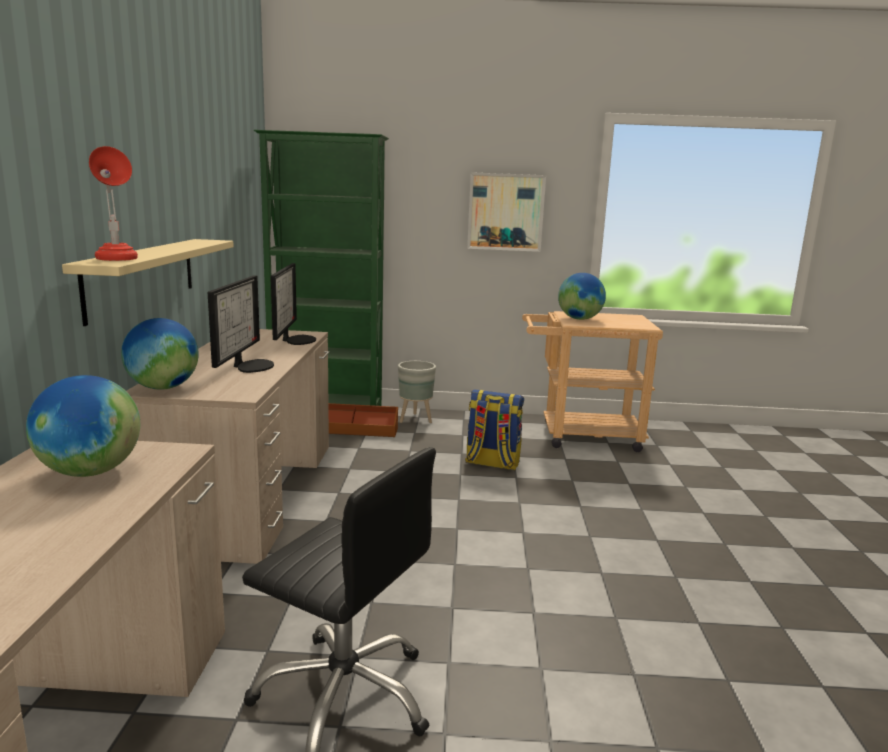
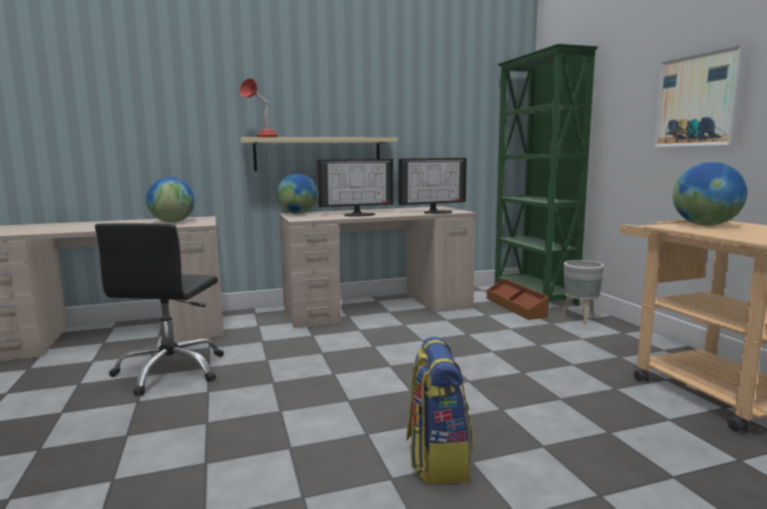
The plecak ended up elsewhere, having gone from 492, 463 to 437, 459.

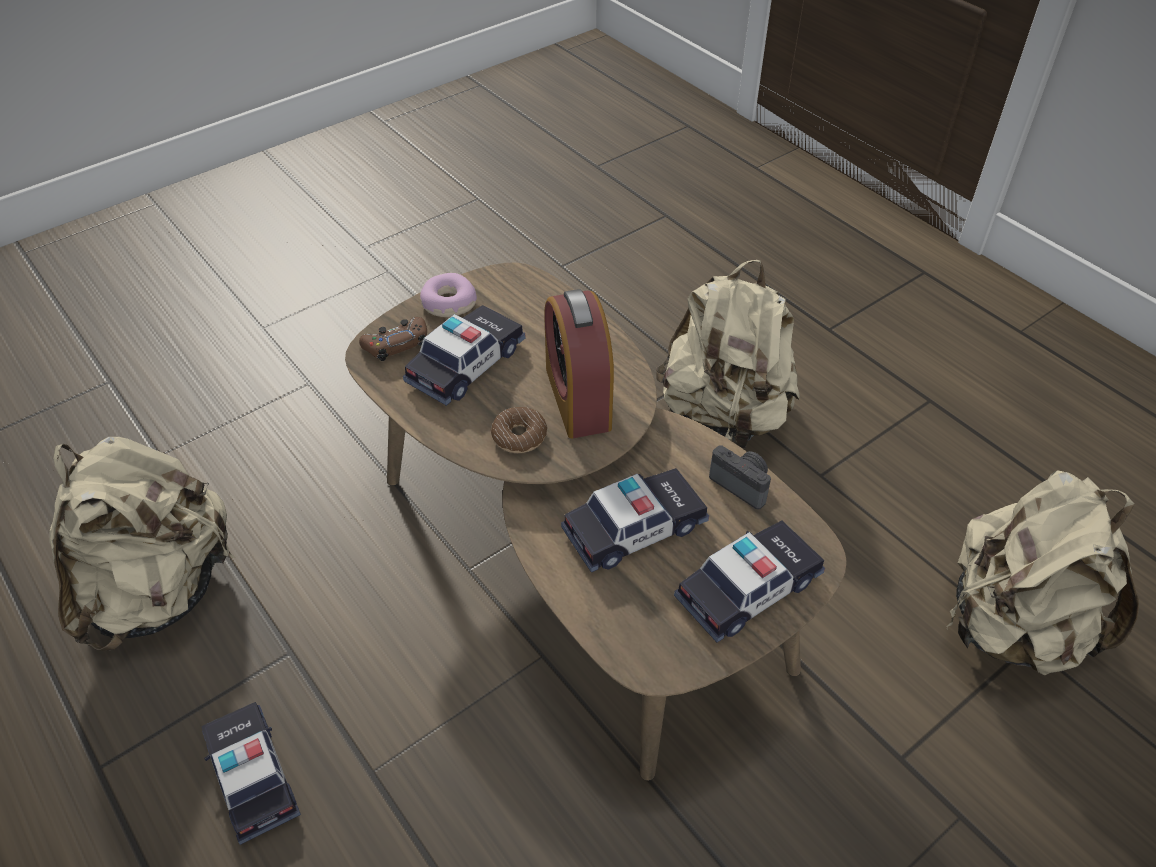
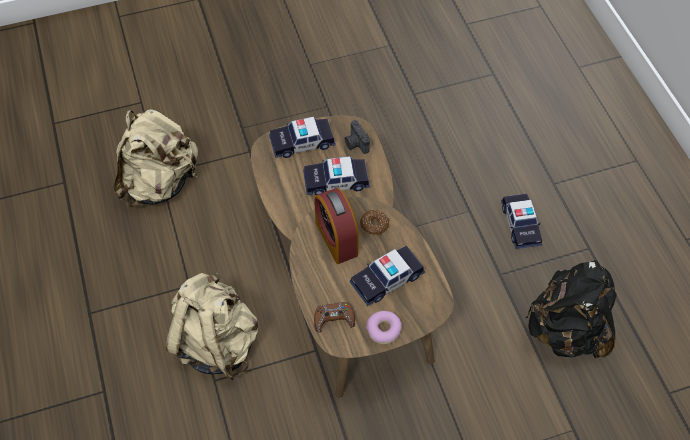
What was the plecak/beżowy at 160, 590 turned into the plecak/czarny at 566, 330.
The pad do gier/brązowy ended up elsewhere, having gone from 396, 344 to 333, 319.
The budzik at 578, 398 ended up facing another way, 150 degrees clockwise from before.
The aparat fotograficzny ended up elsewhere, having gone from 742, 484 to 355, 144.

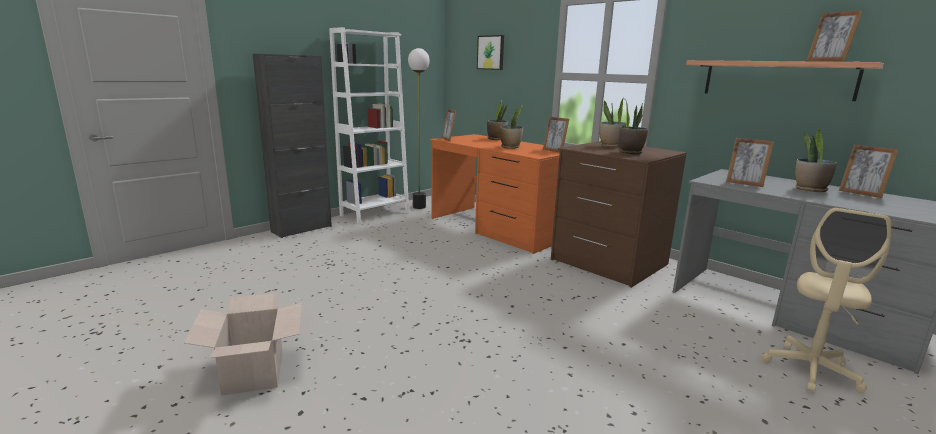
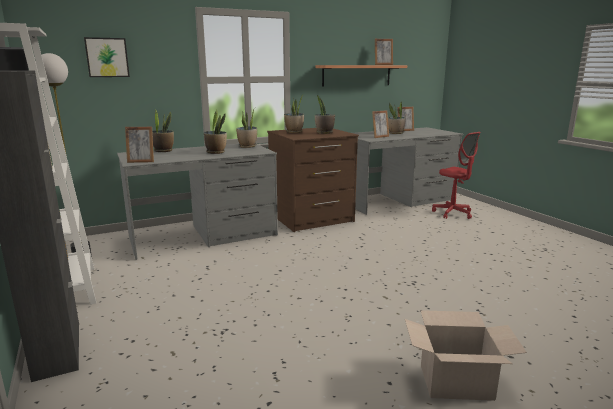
What was the biurko/pomarańczowy at 498, 227 turned into the biurko/szary at 203, 235.
Where the ramka na zdjęcie stood at 554, 151, the roślina doniczkowa came to stand at 247, 146.
What was the krzesło biurowe/beżowy at 811, 371 turned into the krzesło biurowe/czerwony at 453, 213.

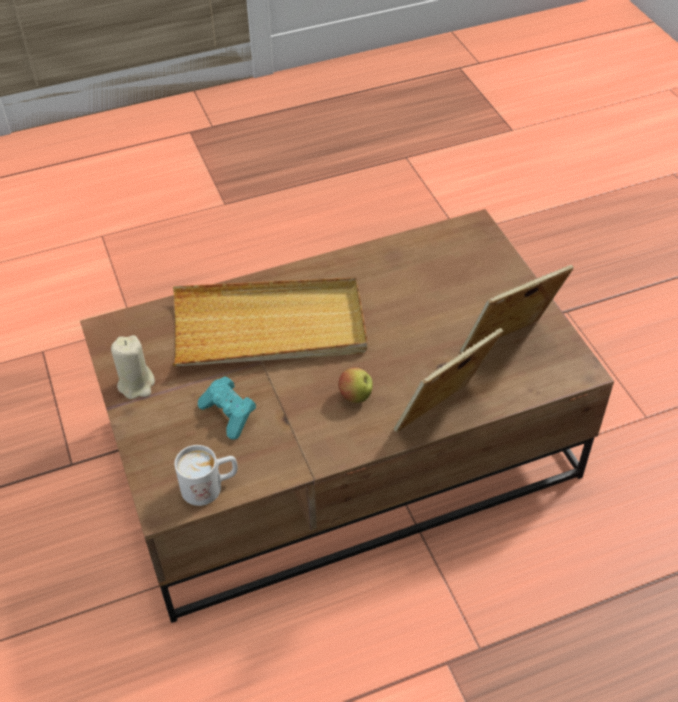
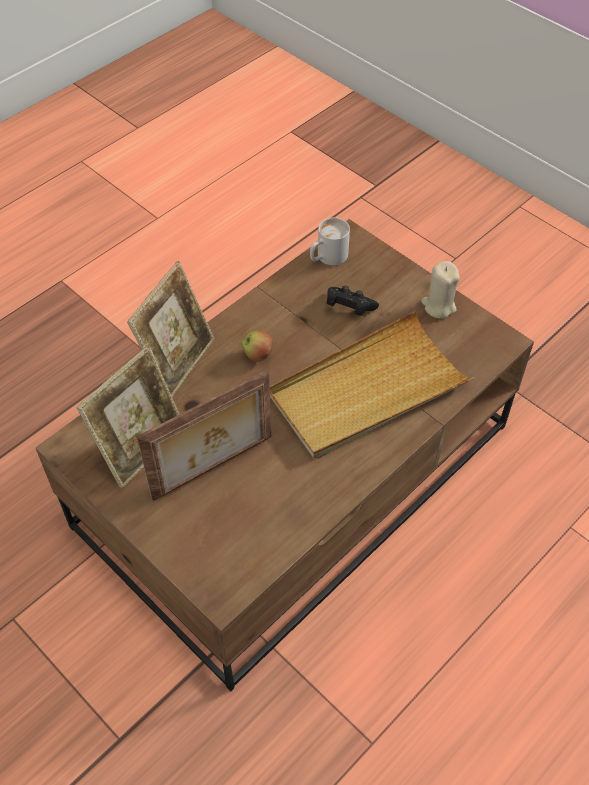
What was the pad do gier/turkusowy at 229, 415 turned into the pad do gier/czarny at 349, 308.
The second view gained the ramka na zdjęcie at 214, 469.

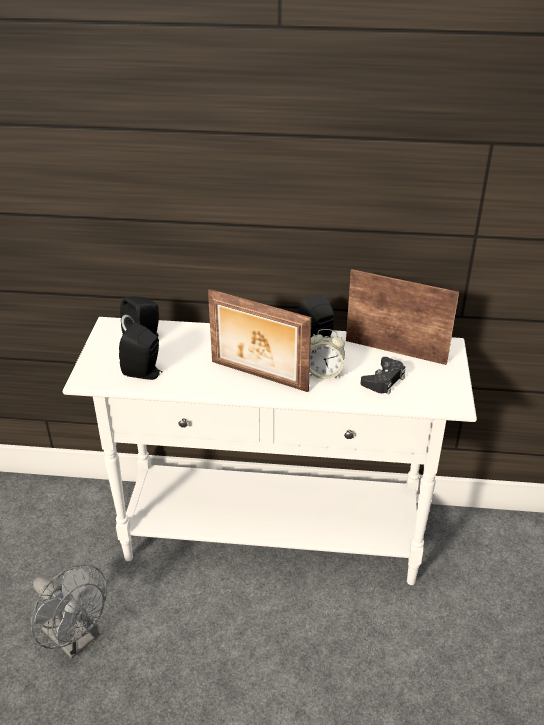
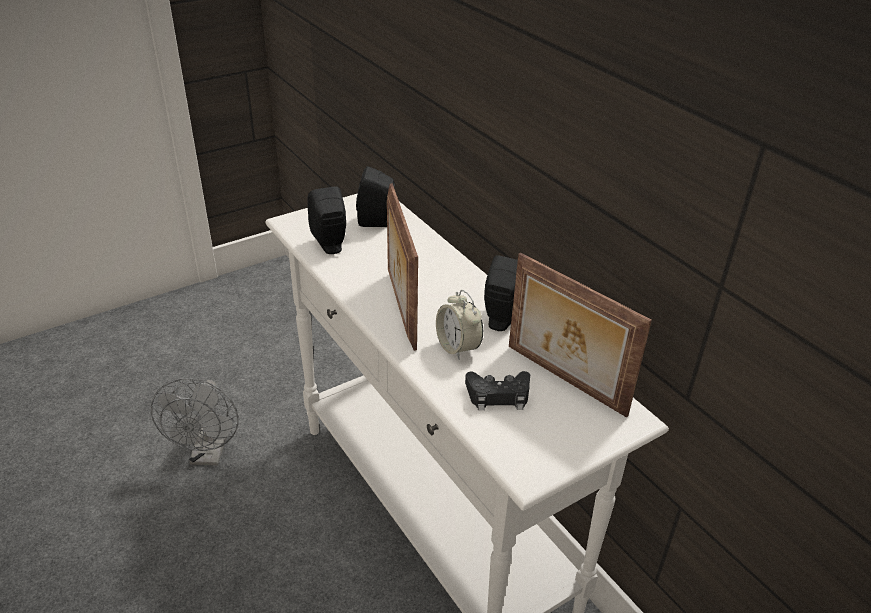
The ramka na zdjęcie at 396, 351 ended up facing another way, 150 degrees clockwise from before.

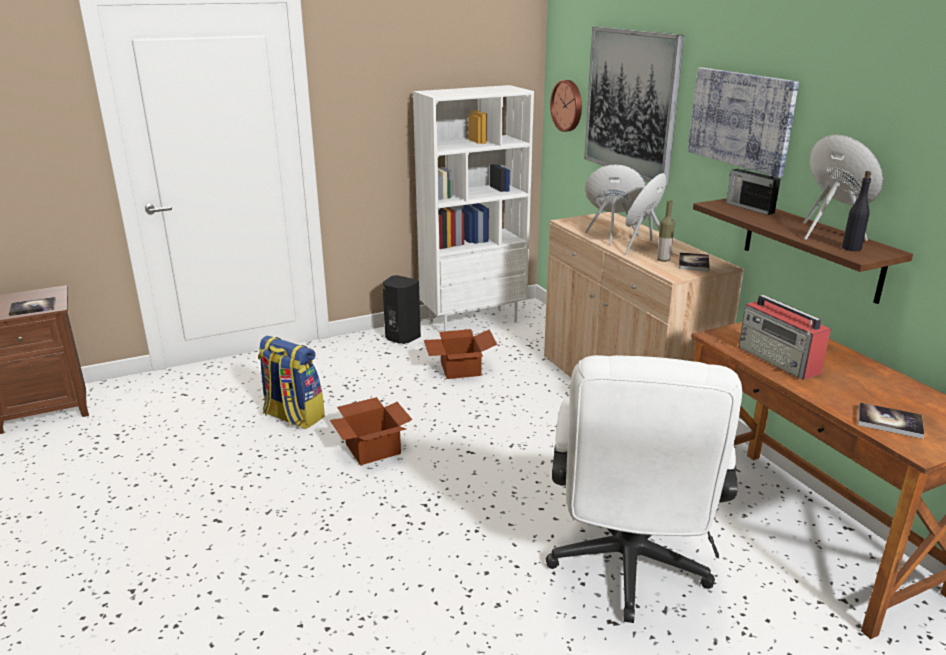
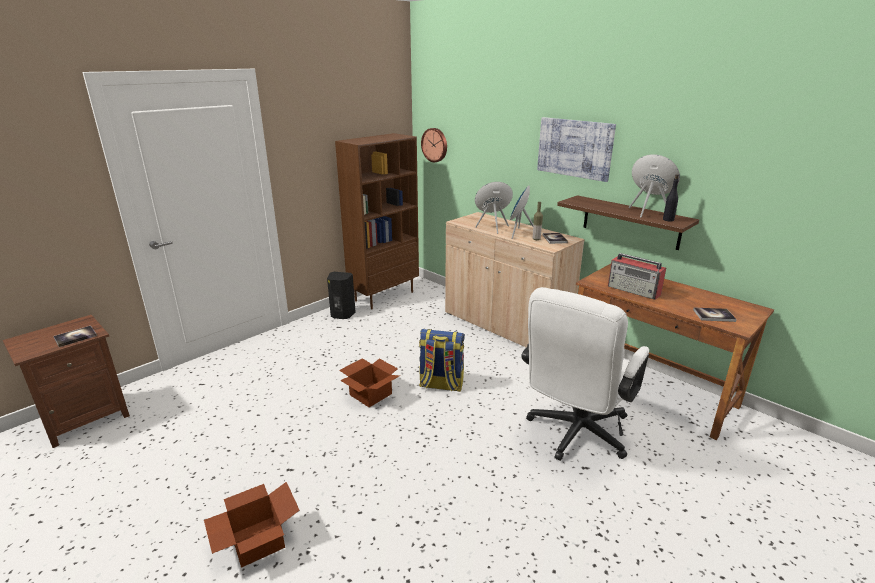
The plecak ended up elsewhere, having gone from 293, 416 to 441, 385.
What was the regał/biały at 473, 321 turned into the regał/brązowy at 384, 296.
The karton ended up elsewhere, having gone from 459, 369 to 256, 541.
The krzesło biurowe/biały at 627, 571 ended up facing another way, 45 degrees clockwise from before.
The second view lost the obraz at 631, 103.
The second view lost the radio at 749, 207.

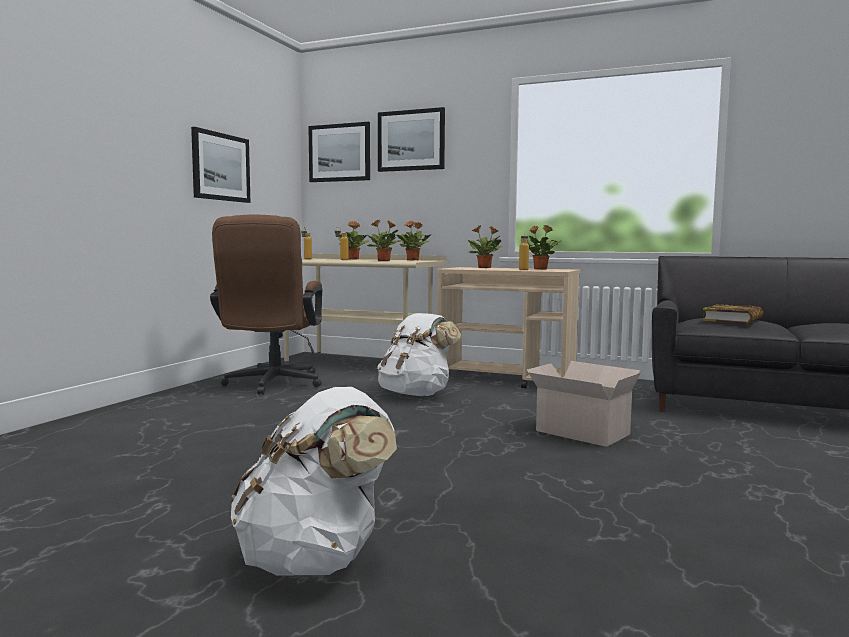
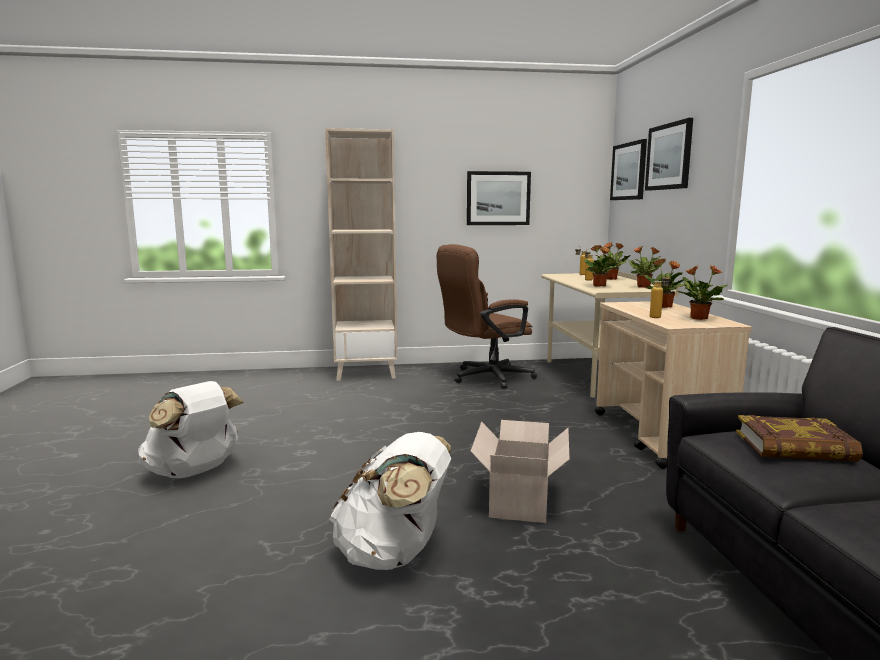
The plecak/biały ended up elsewhere, having gone from 416, 394 to 394, 554.
The second view gained the regał/beżowy at 366, 372.

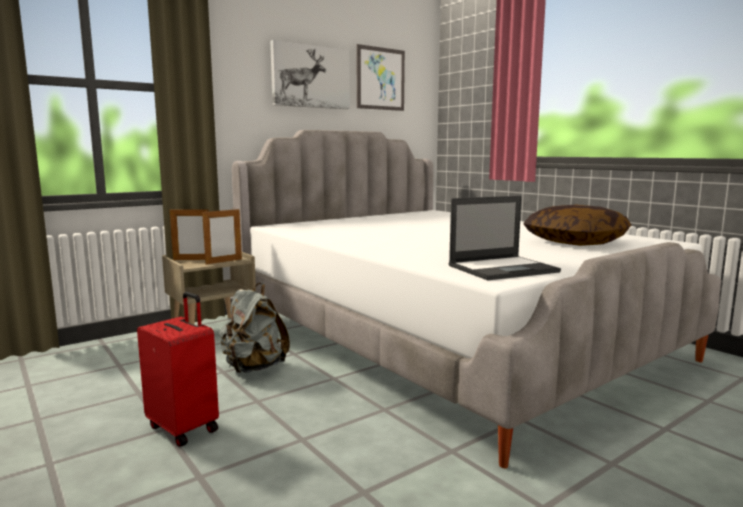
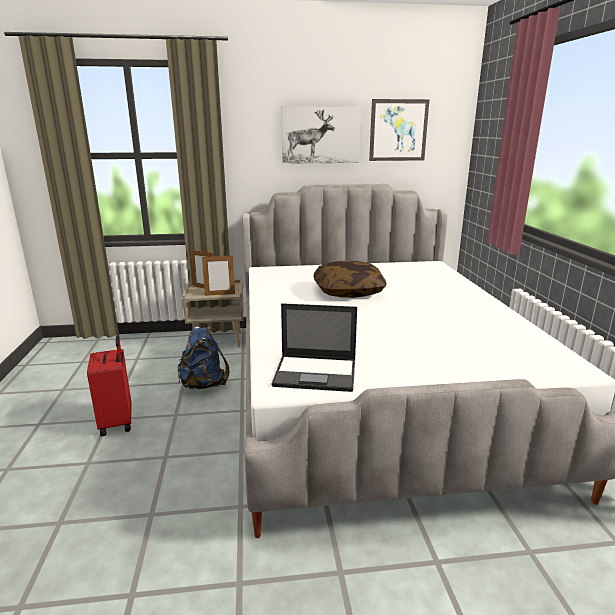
What was the plecak/szary at 253, 368 turned into the plecak/niebieski at 204, 384.
The poduszka ended up elsewhere, having gone from 575, 242 to 348, 291.

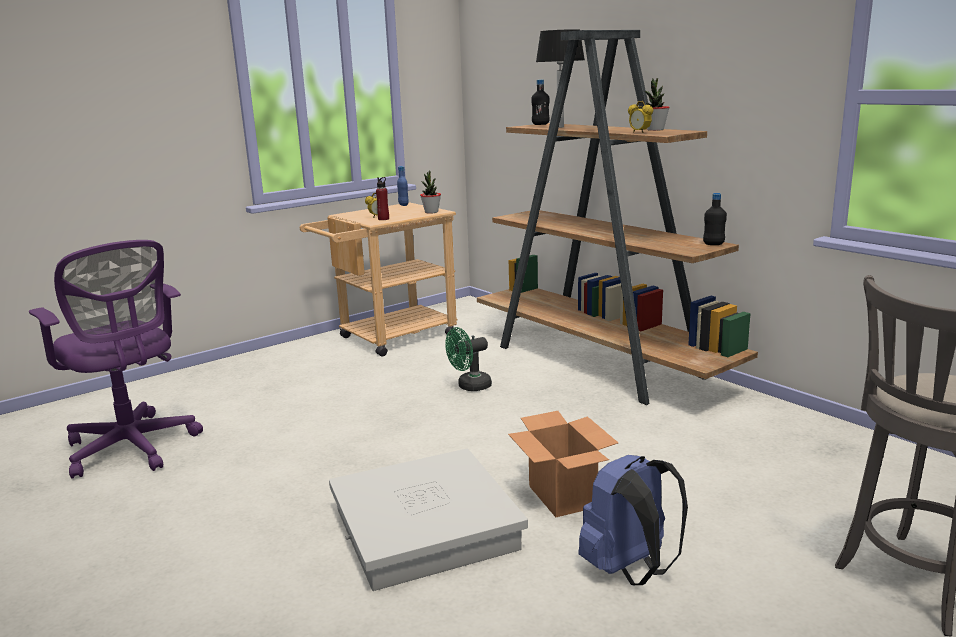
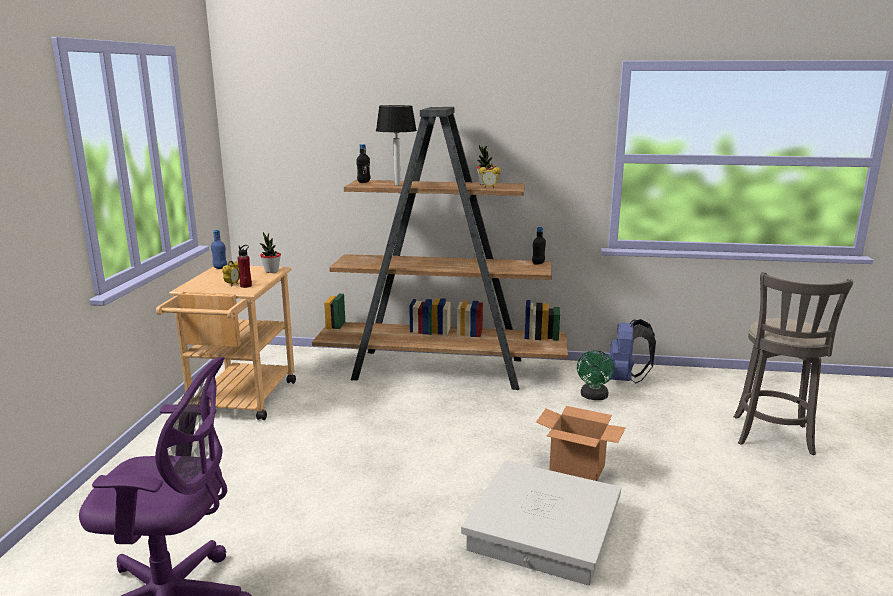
The wentylator/zielony ended up elsewhere, having gone from 469, 387 to 594, 397.
The plecak/niebieski ended up elsewhere, having gone from 630, 570 to 625, 379.

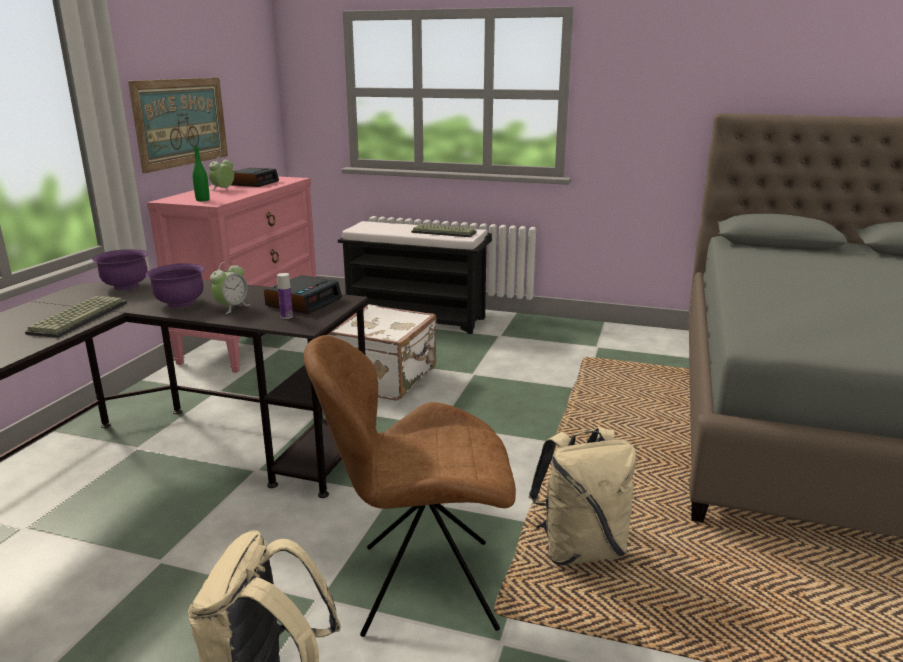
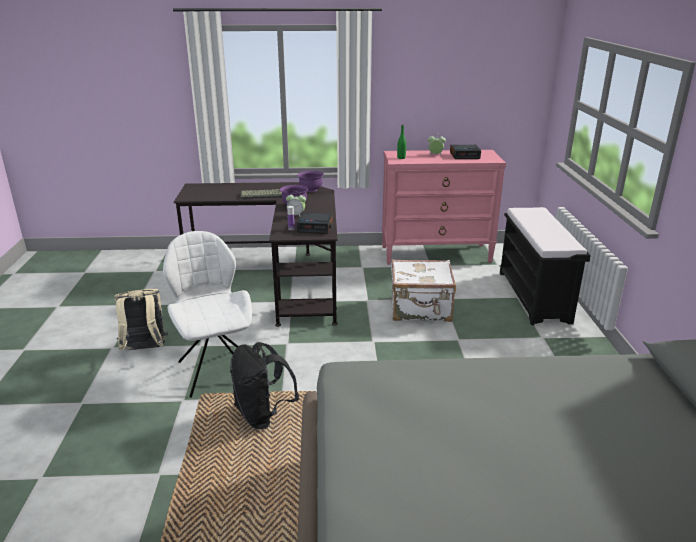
The second view lost the obraz at 181, 122.
What was the krzesło/brązowy at 421, 586 turned into the krzesło/biały at 215, 369.
The second view lost the klawiatura at 445, 232.
What was the plecak/beżowy at 580, 549 turned into the plecak/czarny at 263, 415.

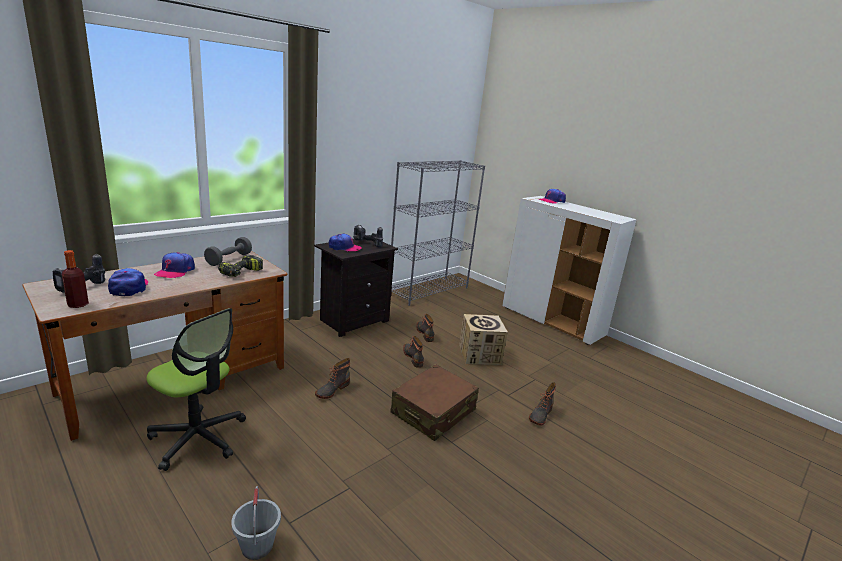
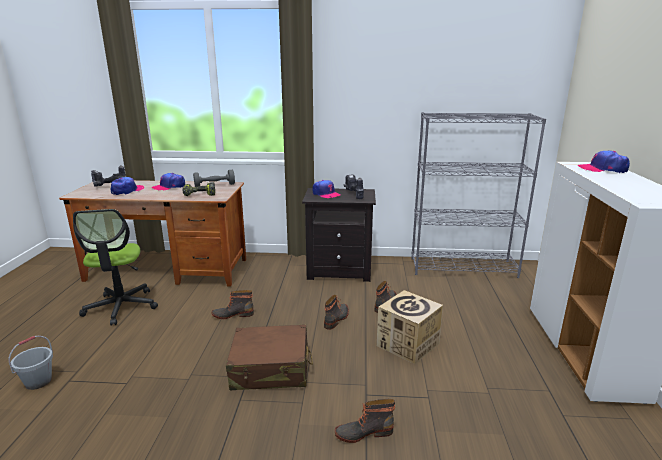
The second view lost the butelka at 78, 304.

